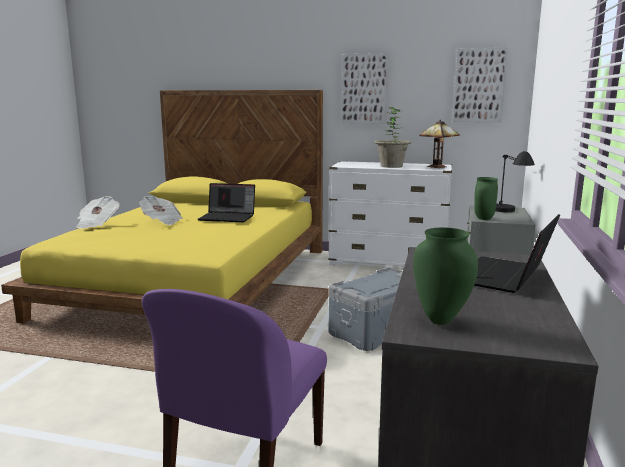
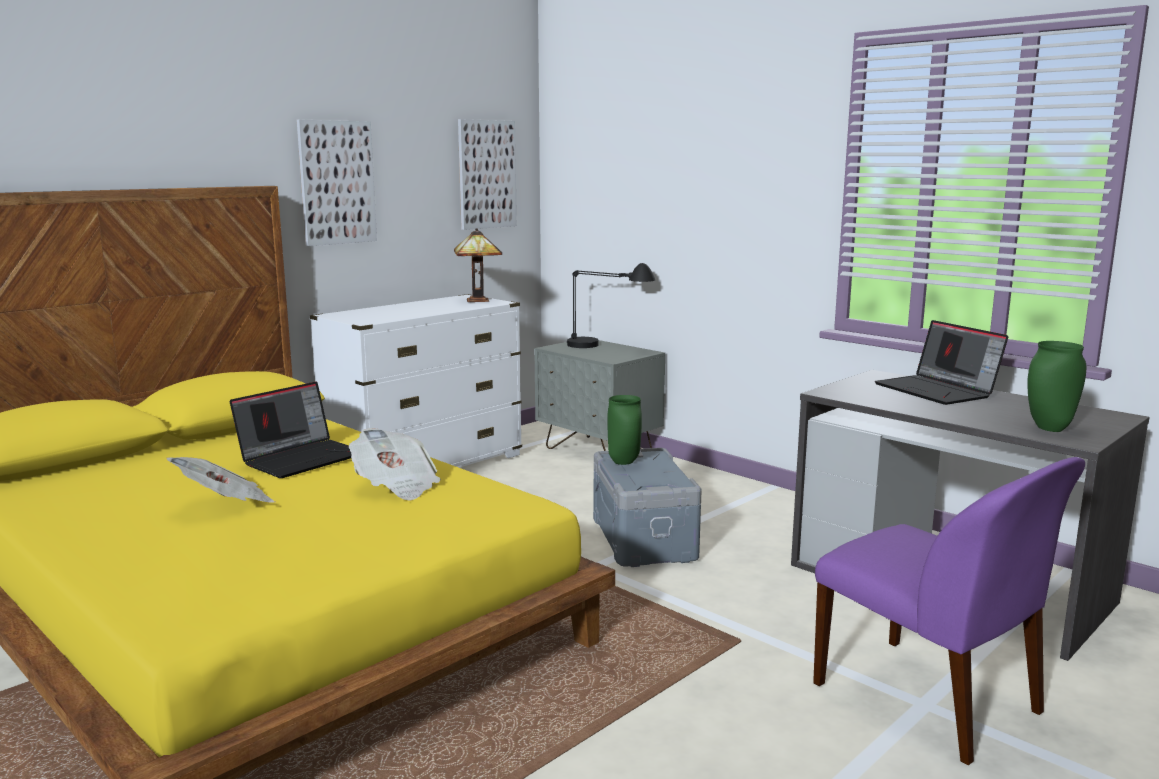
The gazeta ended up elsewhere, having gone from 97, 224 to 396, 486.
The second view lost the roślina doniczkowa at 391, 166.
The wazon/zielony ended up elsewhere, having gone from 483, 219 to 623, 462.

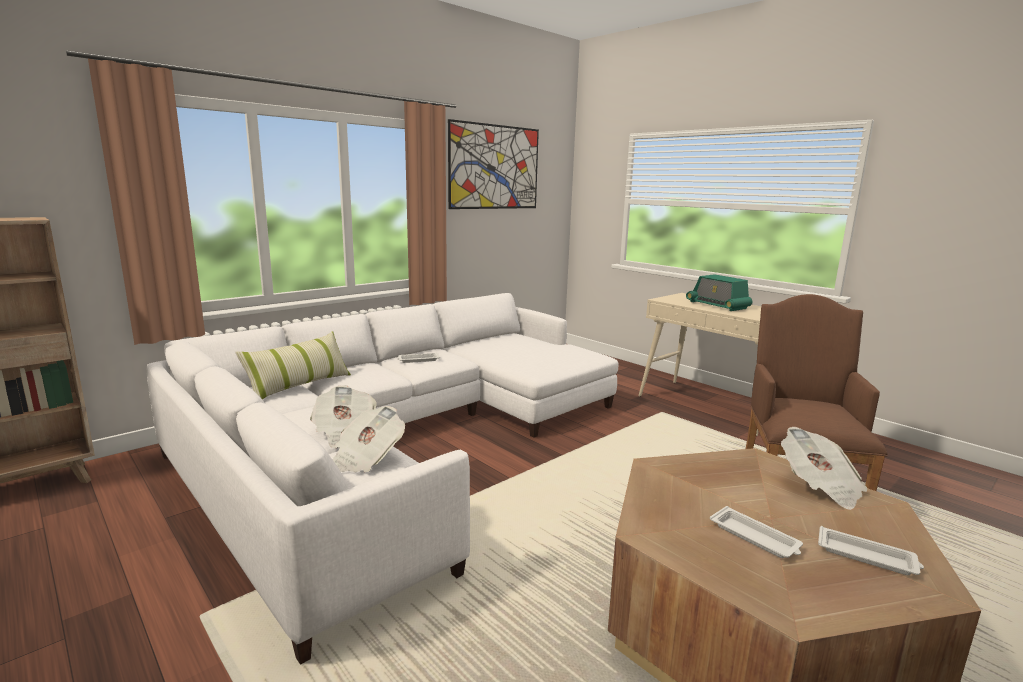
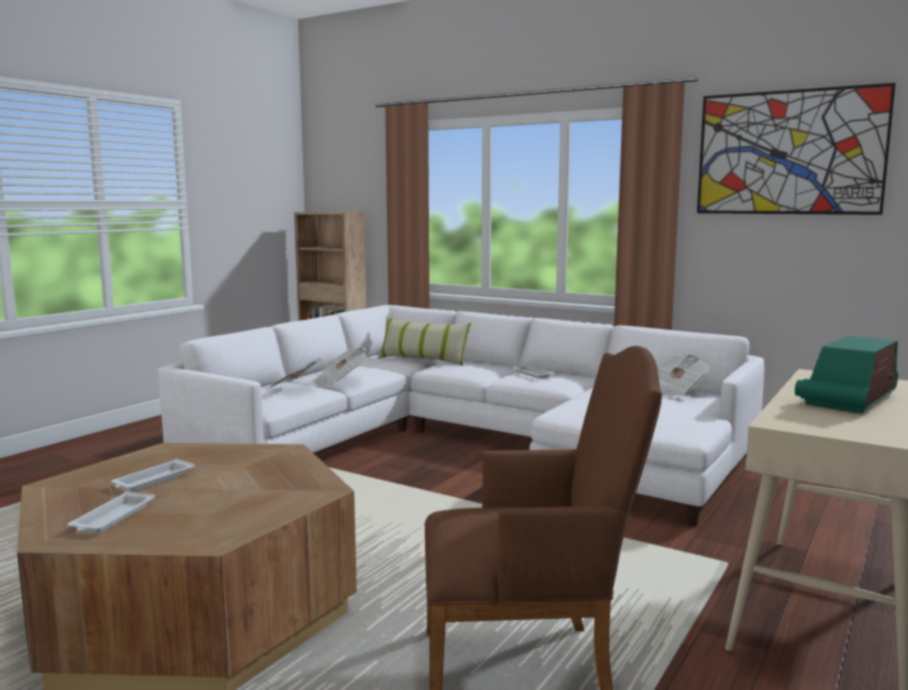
The gazeta ended up elsewhere, having gone from 820, 486 to 675, 392.

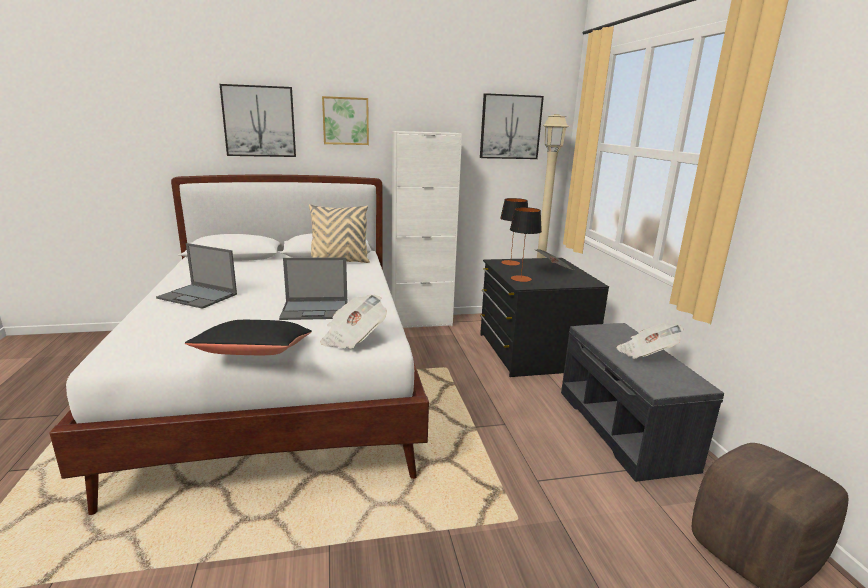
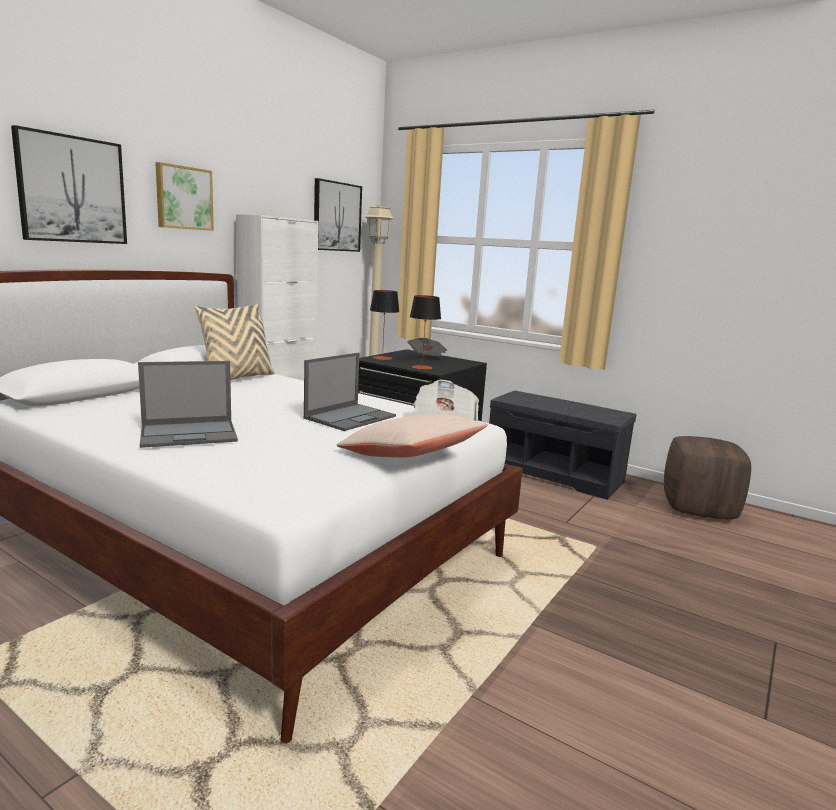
What was the poduszka/czarny at 255, 354 turned into the poduszka/beżowy at 410, 456.
The second view lost the gazeta at 646, 354.

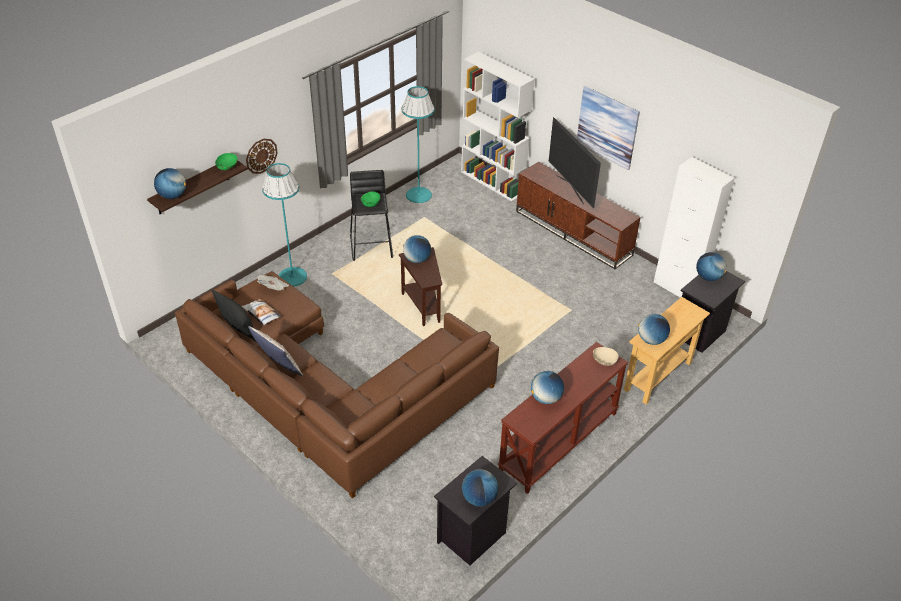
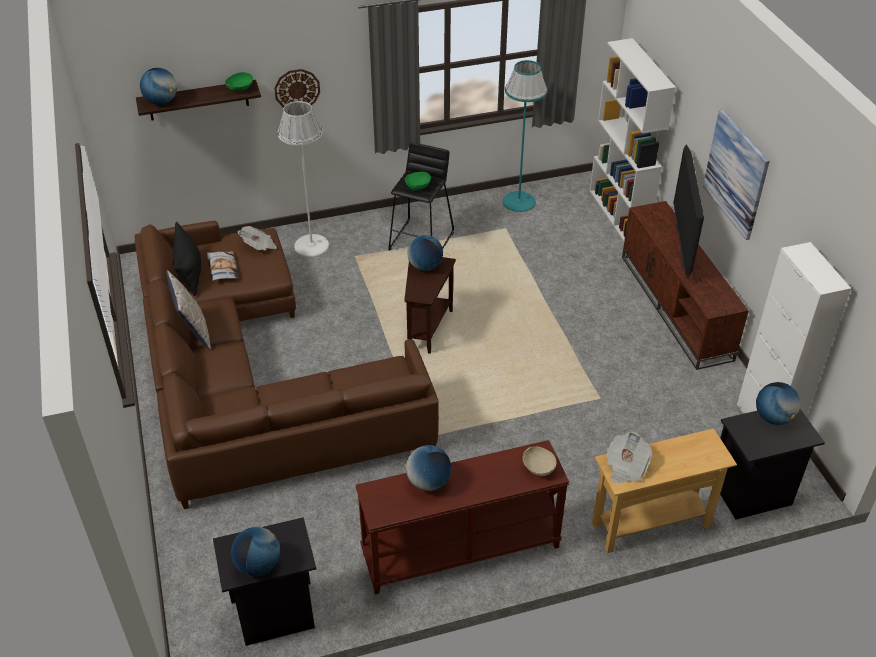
What was the lampa stojąca/turkusowy at 292, 276 turned into the lampa stojąca/biały at 311, 245.
Where the globus stood at 651, 340, the gazeta came to stand at 625, 467.

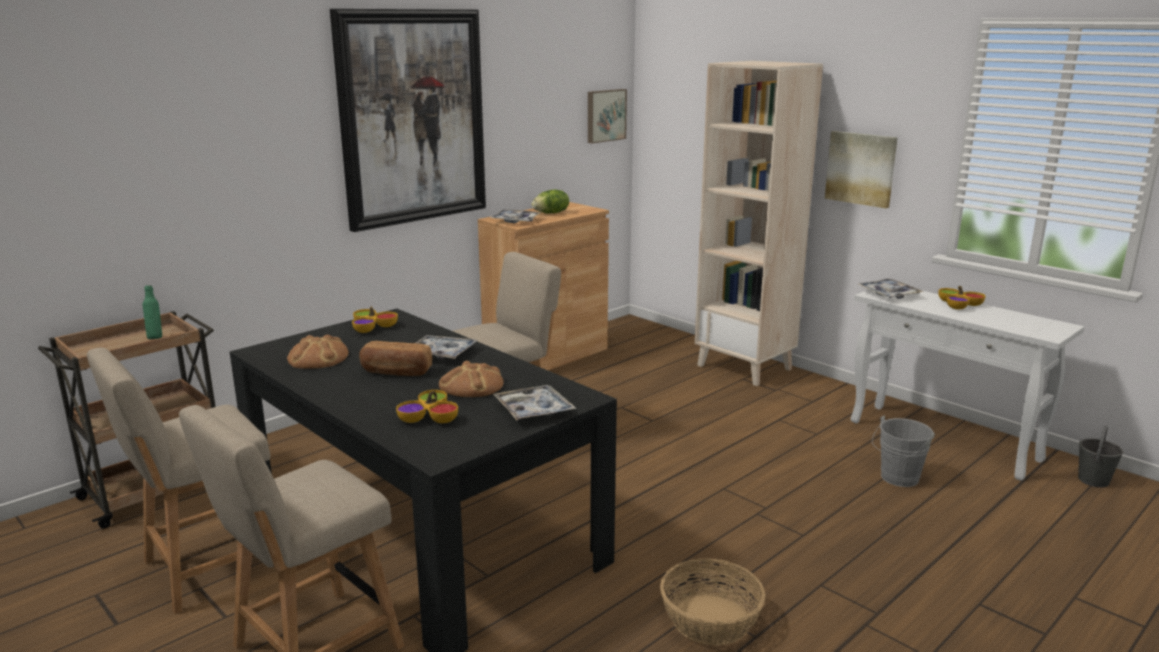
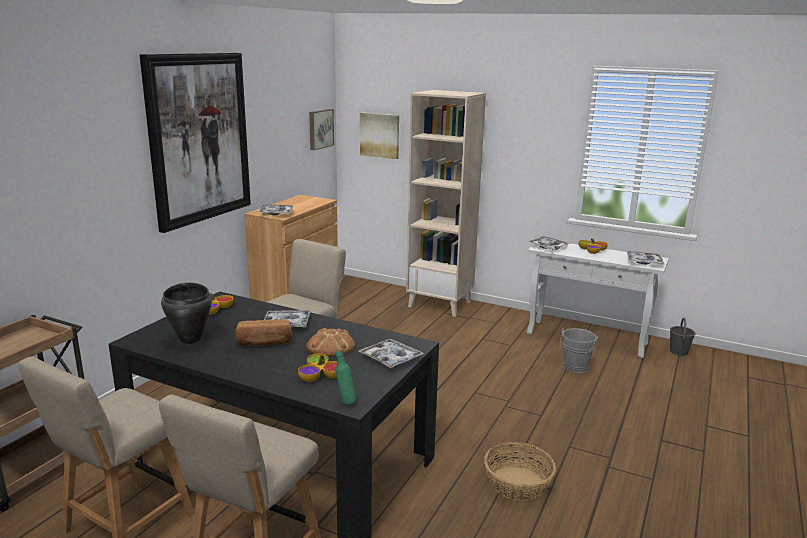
The butelka/zielony ended up elsewhere, having gone from 155, 338 to 345, 402.
Where the chleb stood at 318, 357, the garnek/czarny came to stand at 191, 339.
The second view lost the sałata at 551, 213.
The obraz ended up elsewhere, having gone from 861, 168 to 380, 135.
The second view gained the taca at 644, 262.

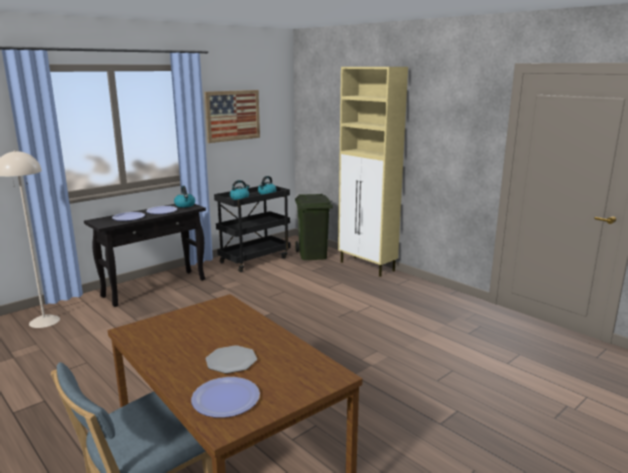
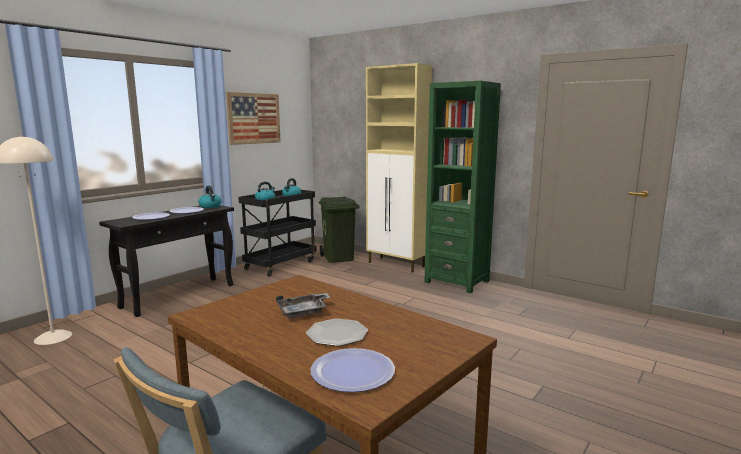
The second view gained the taca/szary at 303, 312.
The second view gained the regał/zielony at 457, 281.

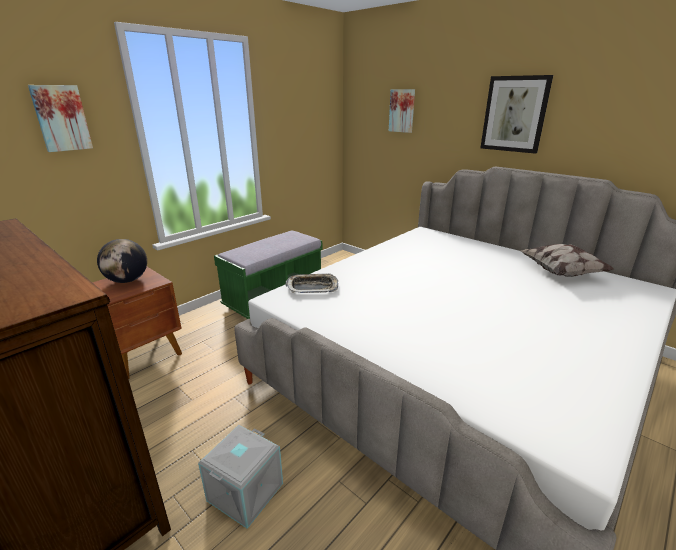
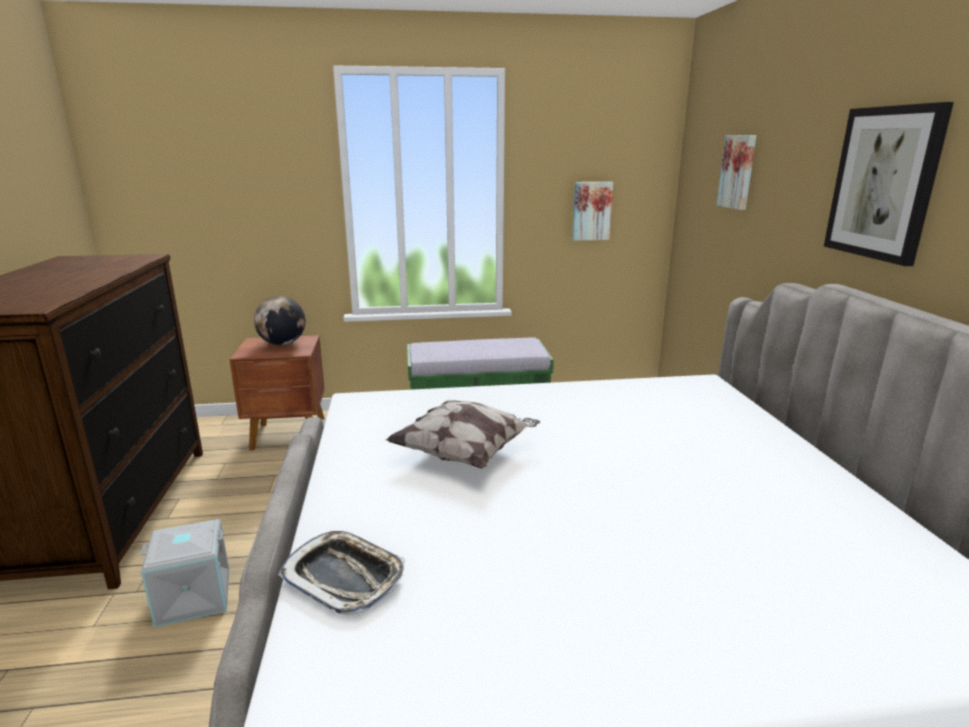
The obraz ended up elsewhere, having gone from 61, 118 to 591, 211.
The taca ended up elsewhere, having gone from 312, 287 to 344, 577.
The poduszka ended up elsewhere, having gone from 561, 272 to 466, 454.

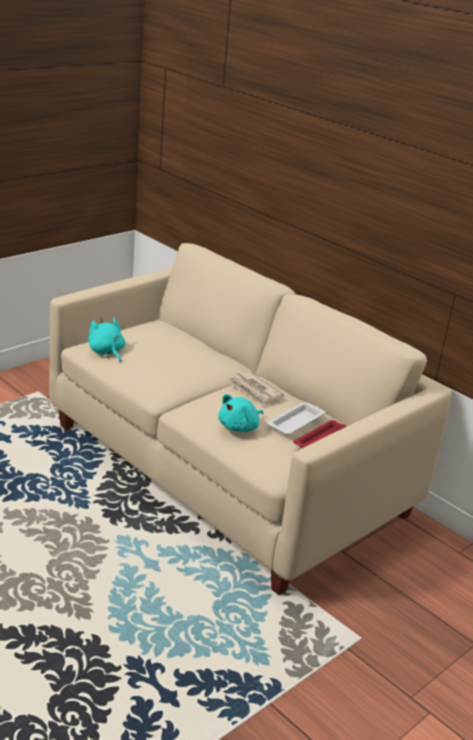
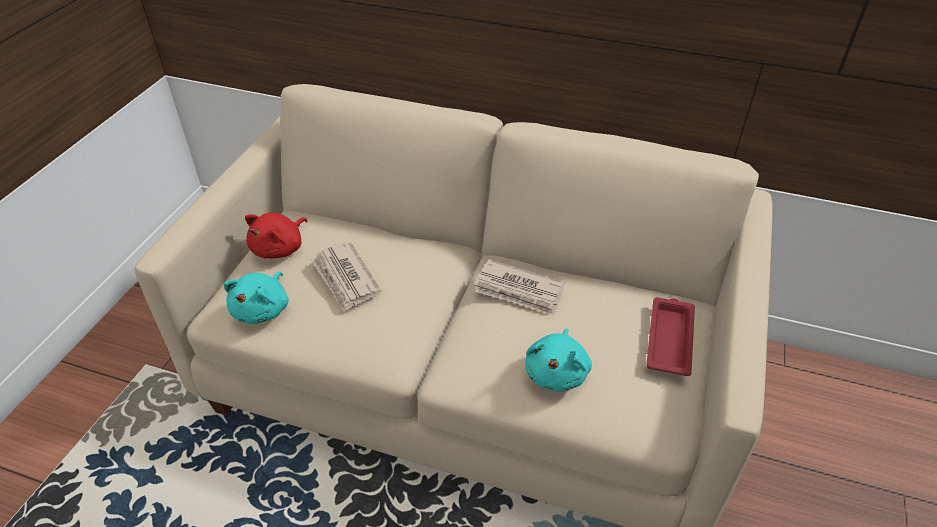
The pluszak/turkusowy at 106, 352 ended up facing another way, 105 degrees counterclockwise from before.
The second view lost the taca/biały at 296, 422.
The second view gained the pluszak/czerwony at 280, 248.
The second view gained the gazeta at 345, 278.

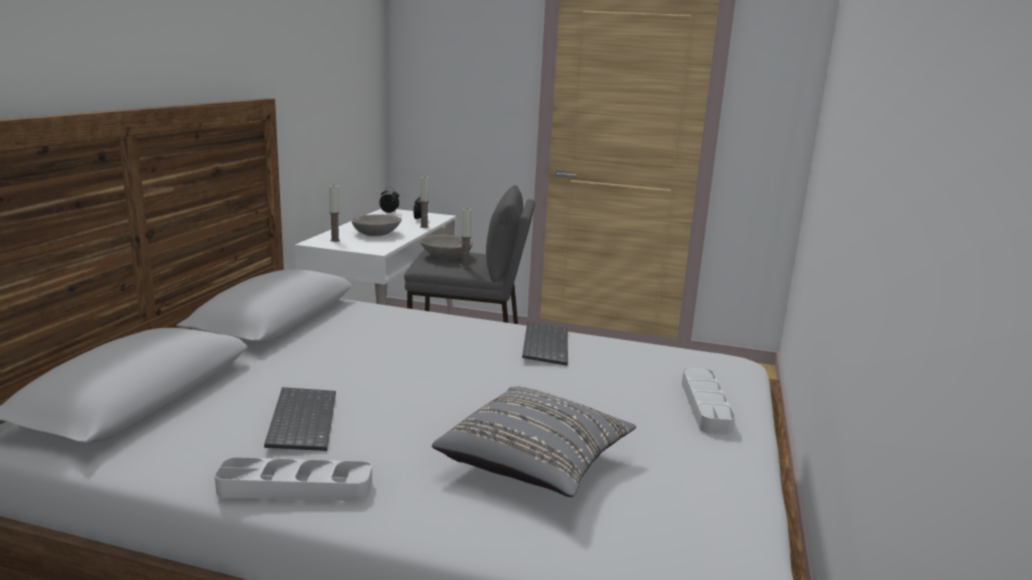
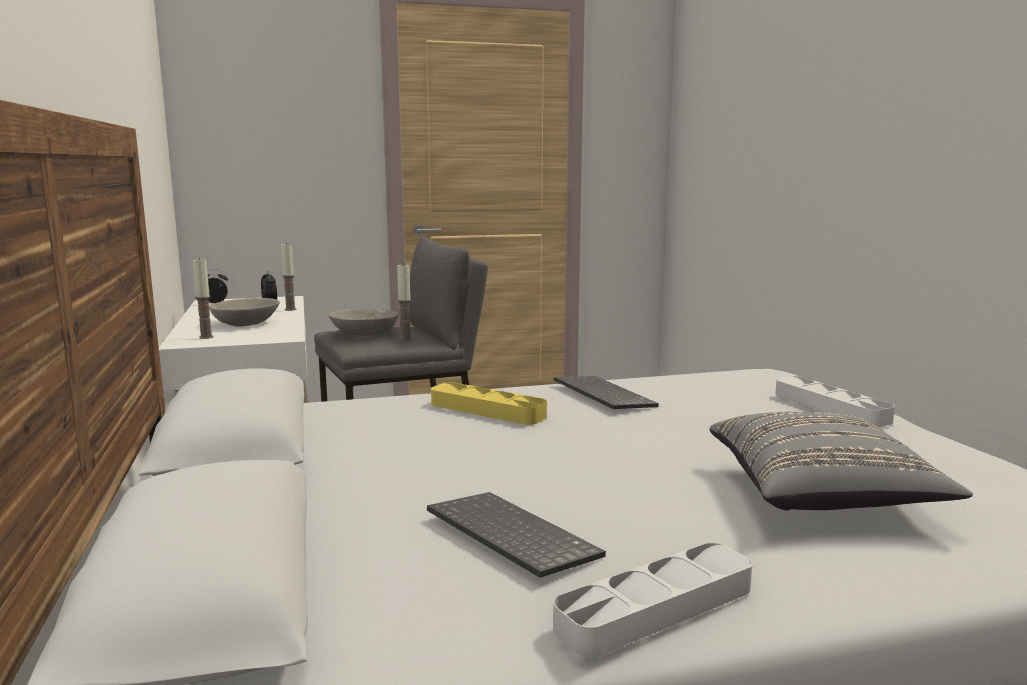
The second view gained the taca/żółty at 487, 410.

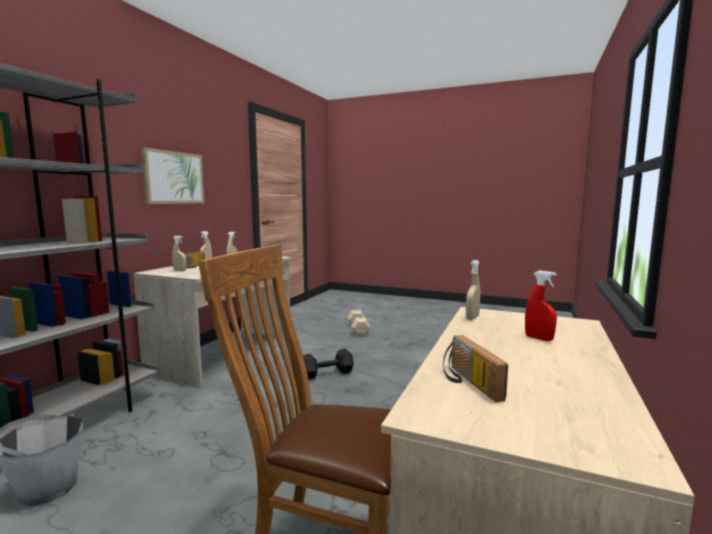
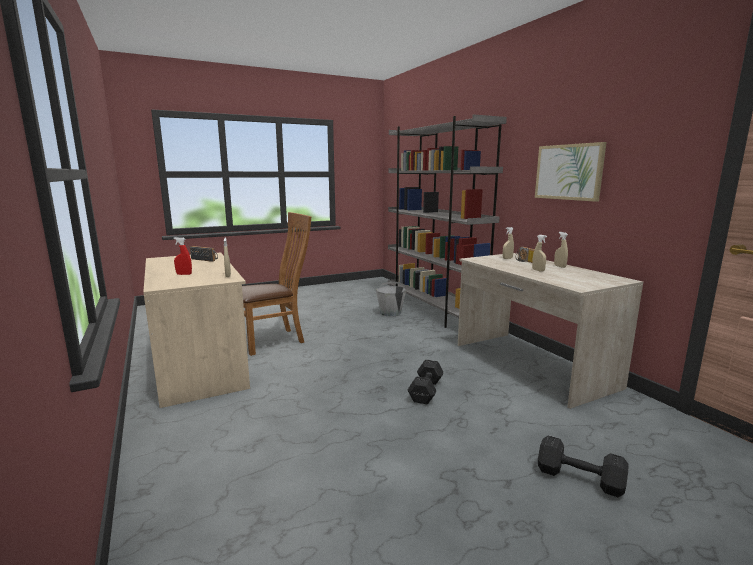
What was the hantel/beżowy at 358, 329 turned into the hantel/czarny at 577, 477.

